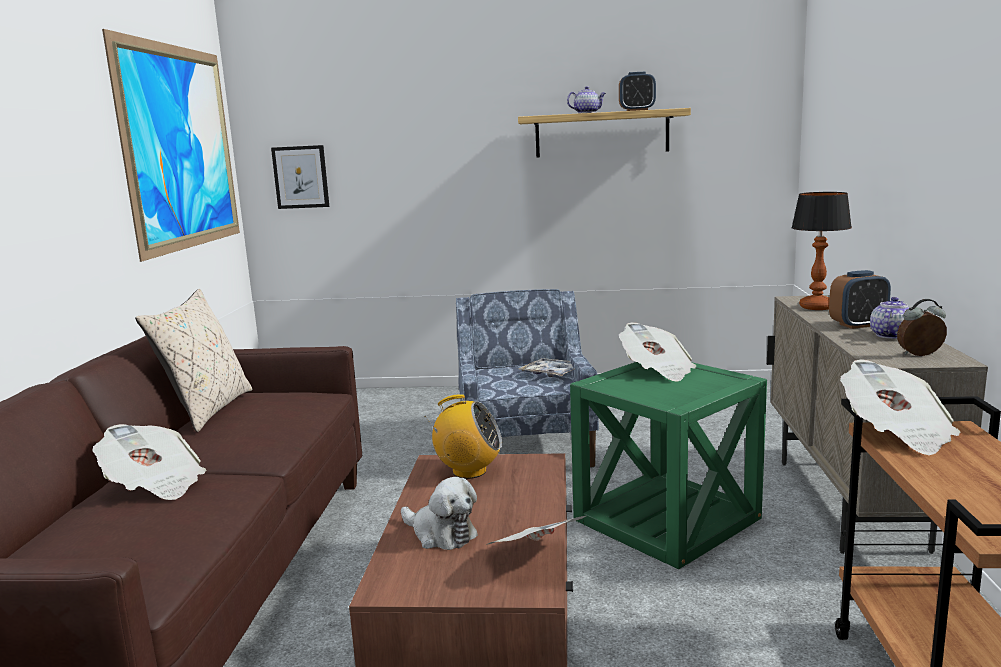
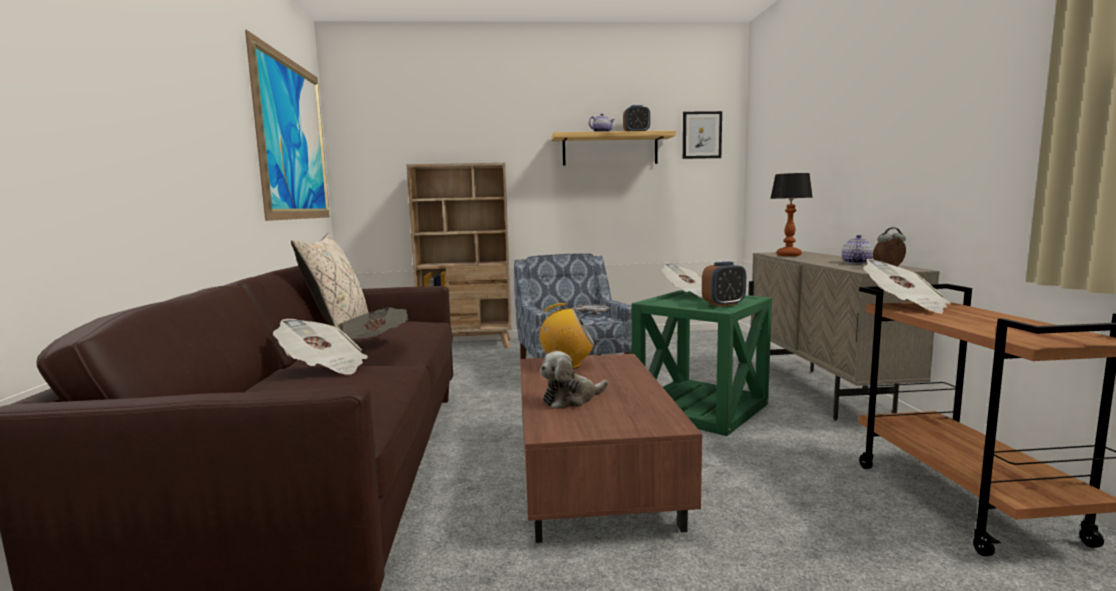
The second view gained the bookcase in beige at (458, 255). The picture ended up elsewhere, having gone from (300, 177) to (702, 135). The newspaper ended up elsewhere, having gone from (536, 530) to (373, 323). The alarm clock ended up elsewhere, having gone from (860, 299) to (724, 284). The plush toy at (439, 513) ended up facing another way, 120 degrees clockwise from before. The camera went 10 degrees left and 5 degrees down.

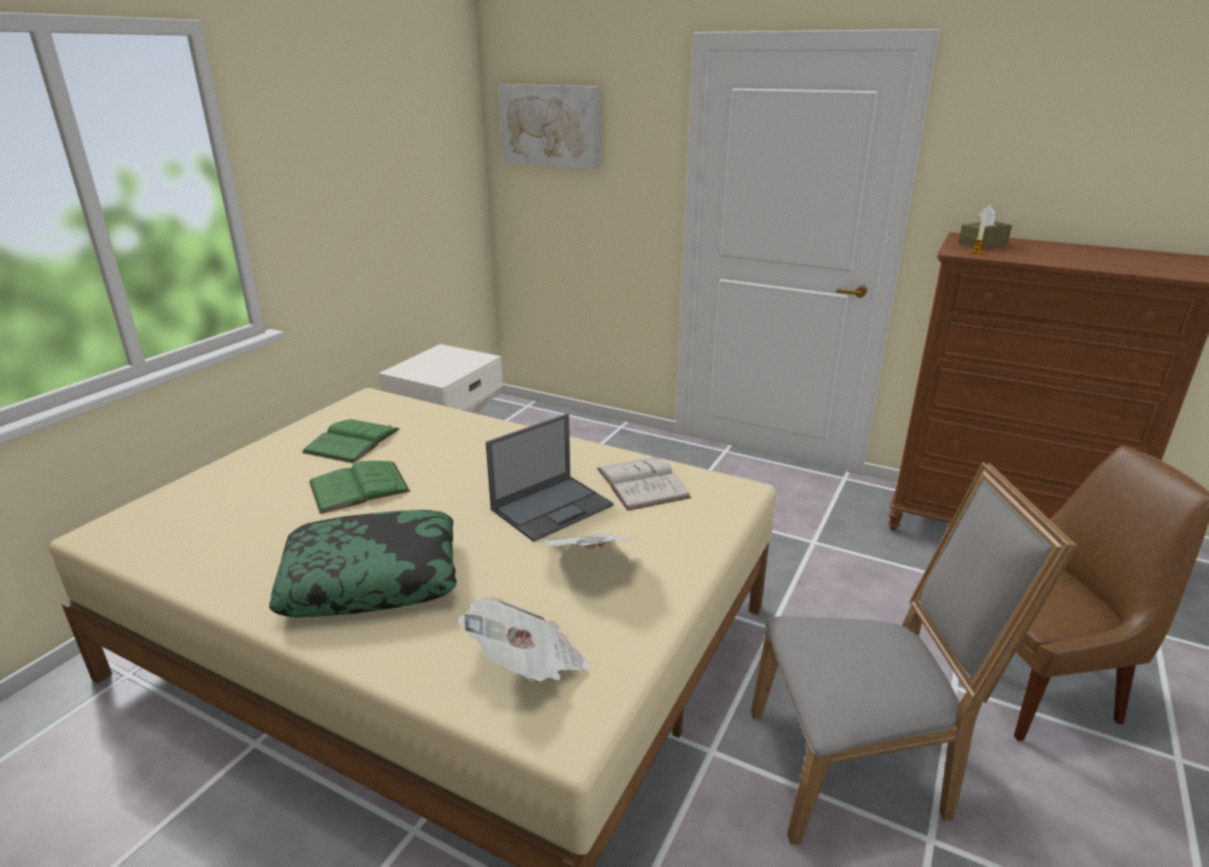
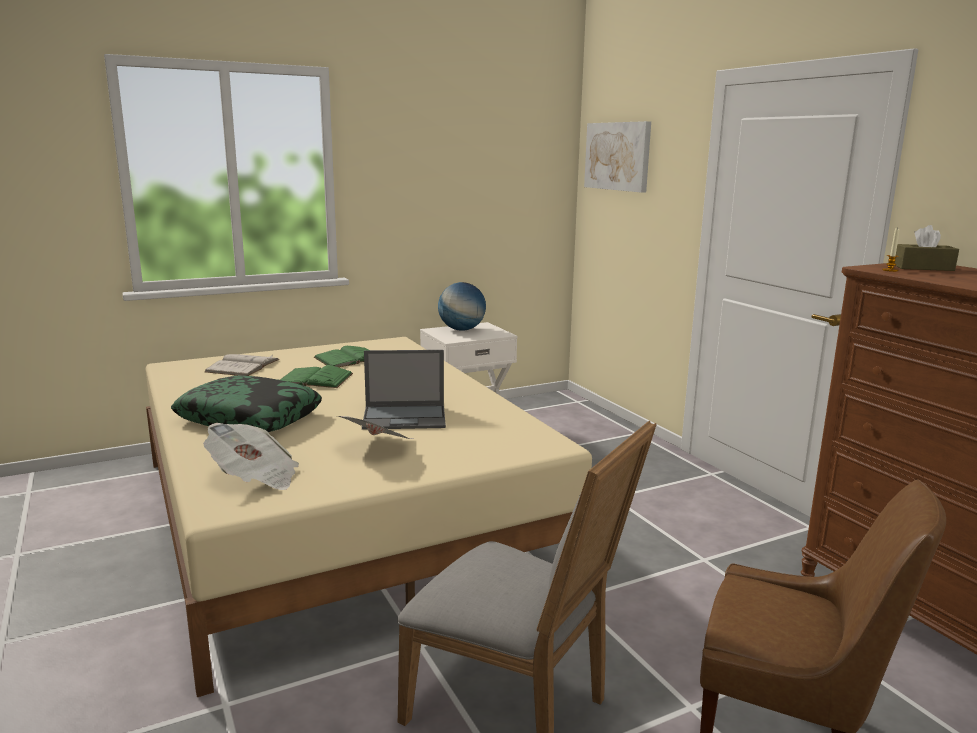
The second view gained the globe at (462, 306). The book in white ended up elsewhere, having gone from (644, 482) to (242, 365). The camera went 35 degrees right and 10 degrees down.

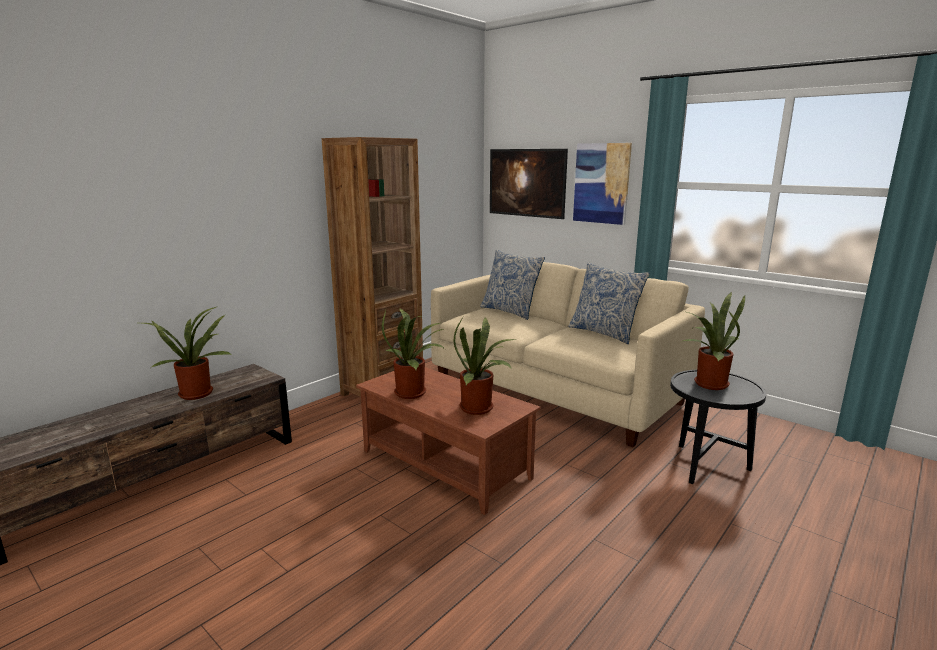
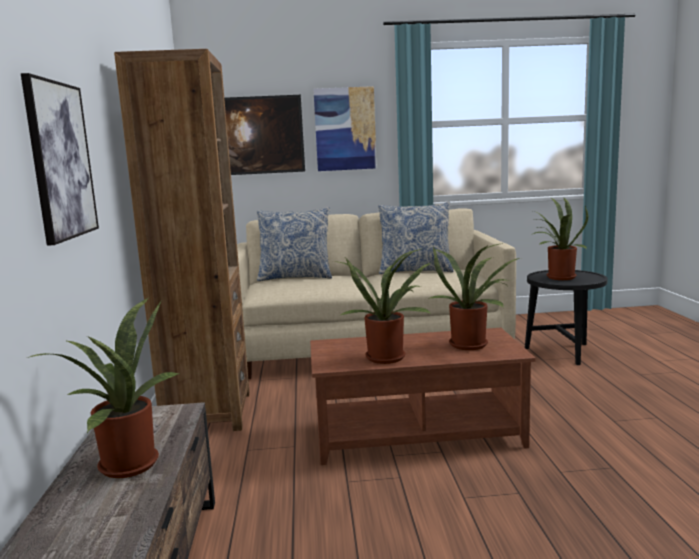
The second view gained the picture at (60, 159). The camera went 45 degrees left and 5 degrees down.

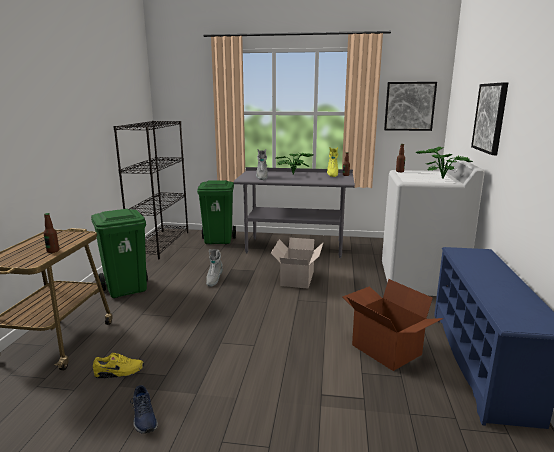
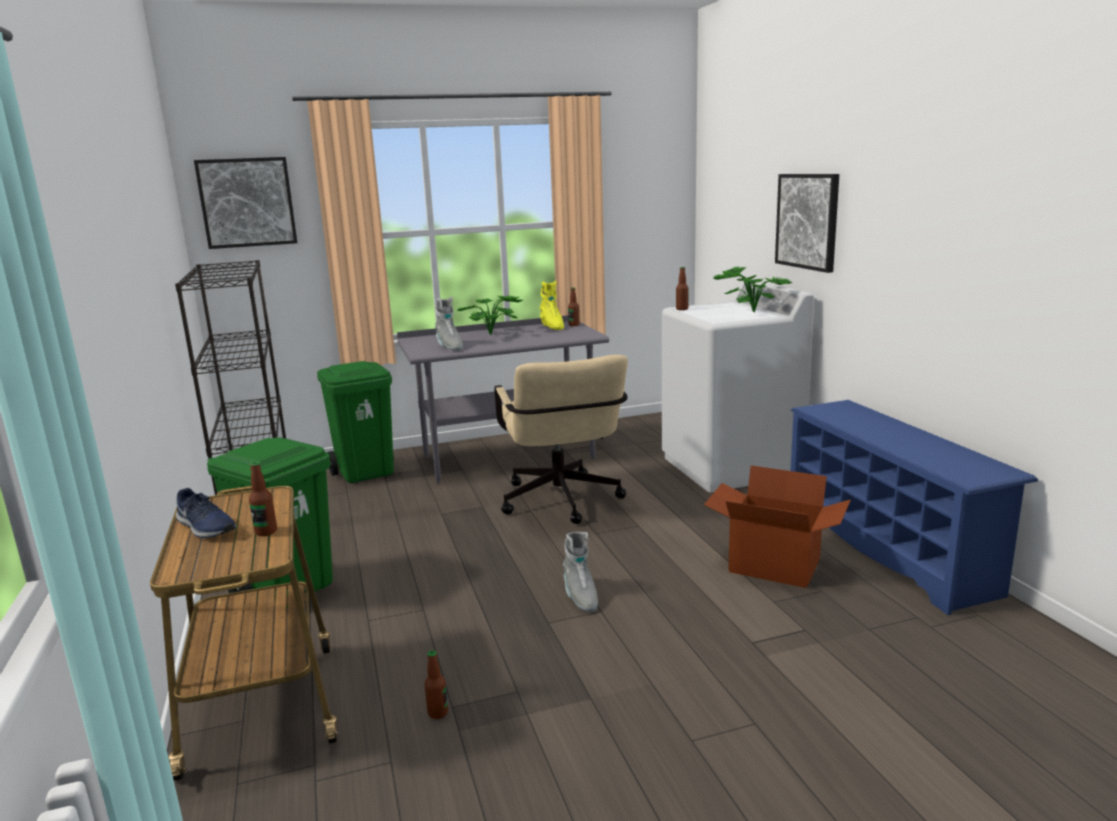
The shoe in blue ended up elsewhere, having gone from (144, 409) to (206, 513). The boot in grey ended up elsewhere, having gone from (214, 268) to (580, 572). The picture ended up elsewhere, having gone from (410, 106) to (245, 203). Where the shoe in yellow stood at (118, 365), the bottle came to stand at (436, 684). Where the cardboard box stood at (297, 263), the office chair in beige came to stand at (561, 439). The camera went 25 degrees left and 0 degrees up.

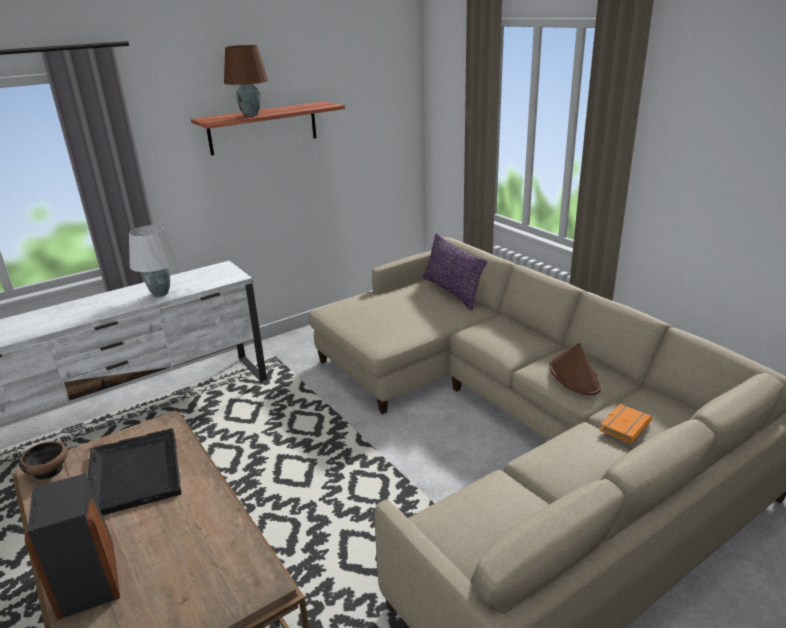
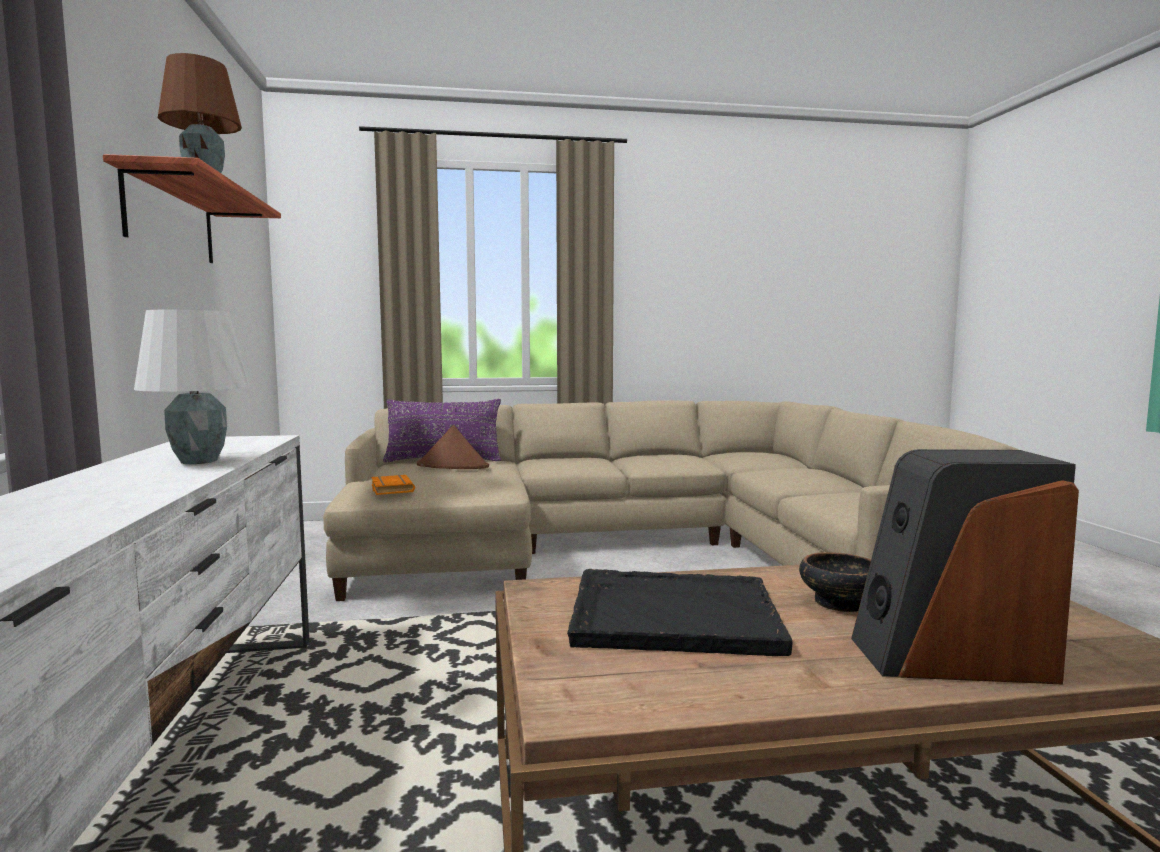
The bowl ended up elsewhere, having gone from (43, 460) to (835, 582). The hat in brown ended up elsewhere, having gone from (575, 368) to (453, 447). The book in orange ended up elsewhere, having gone from (626, 423) to (393, 485). The camera went 65 degrees left and 20 degrees down.

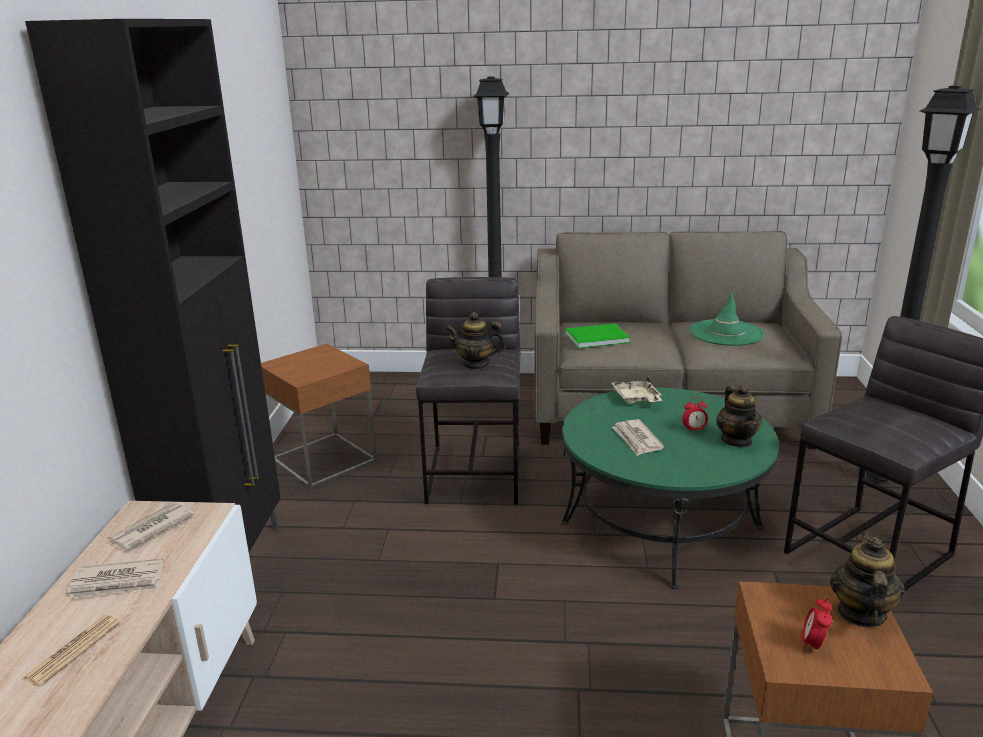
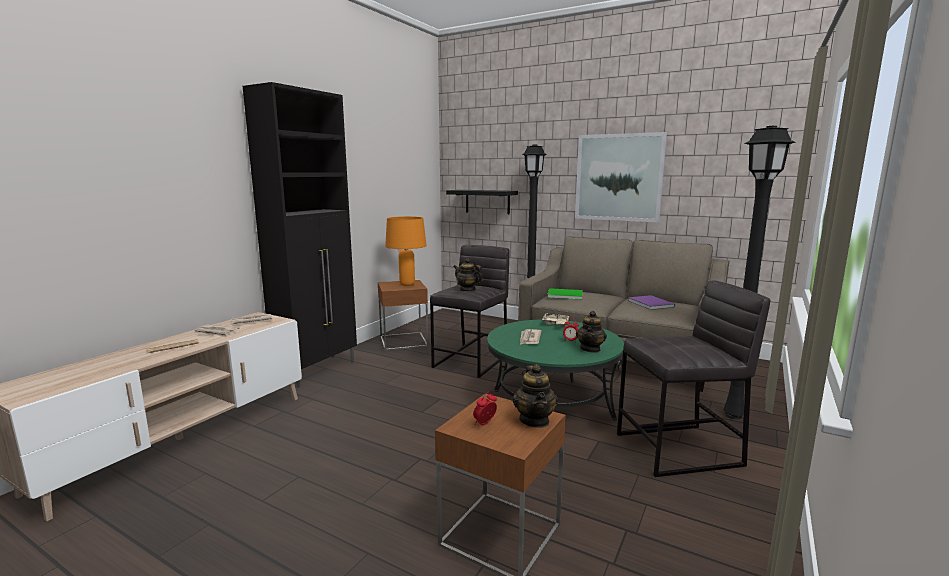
The second view gained the table lamp in orange at (406, 251). The second view gained the shelf in black at (482, 202). The second view gained the picture at (621, 177). Where the hat in green stood at (727, 318), the book in purple came to stand at (651, 302). The teapot at (867, 579) ended up facing another way, 135 degrees clockwise from before. The camera went 25 degrees right and 10 degrees down.

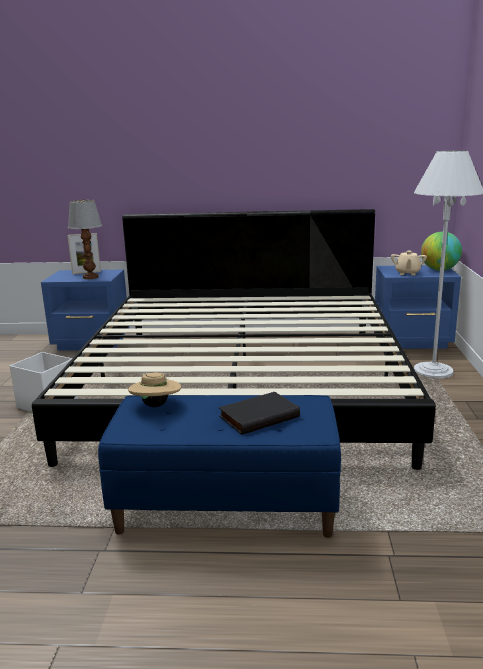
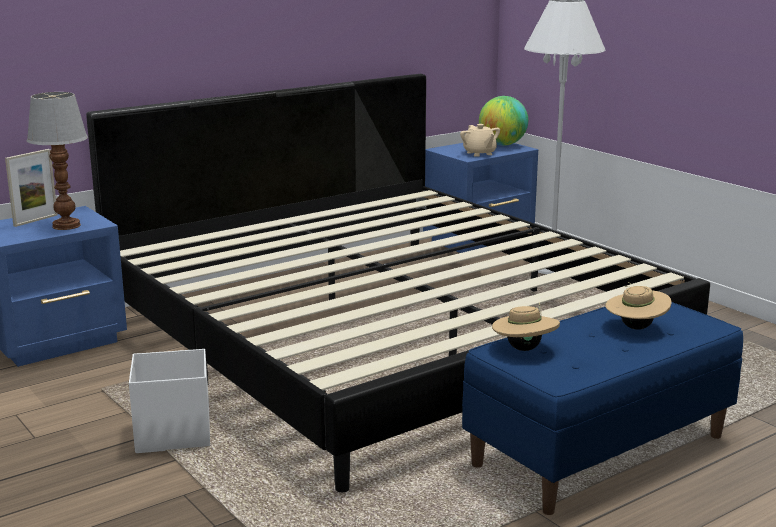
Where the book in black stood at (259, 413), the hat in beige came to stand at (638, 306). The camera went 40 degrees left and 0 degrees up.

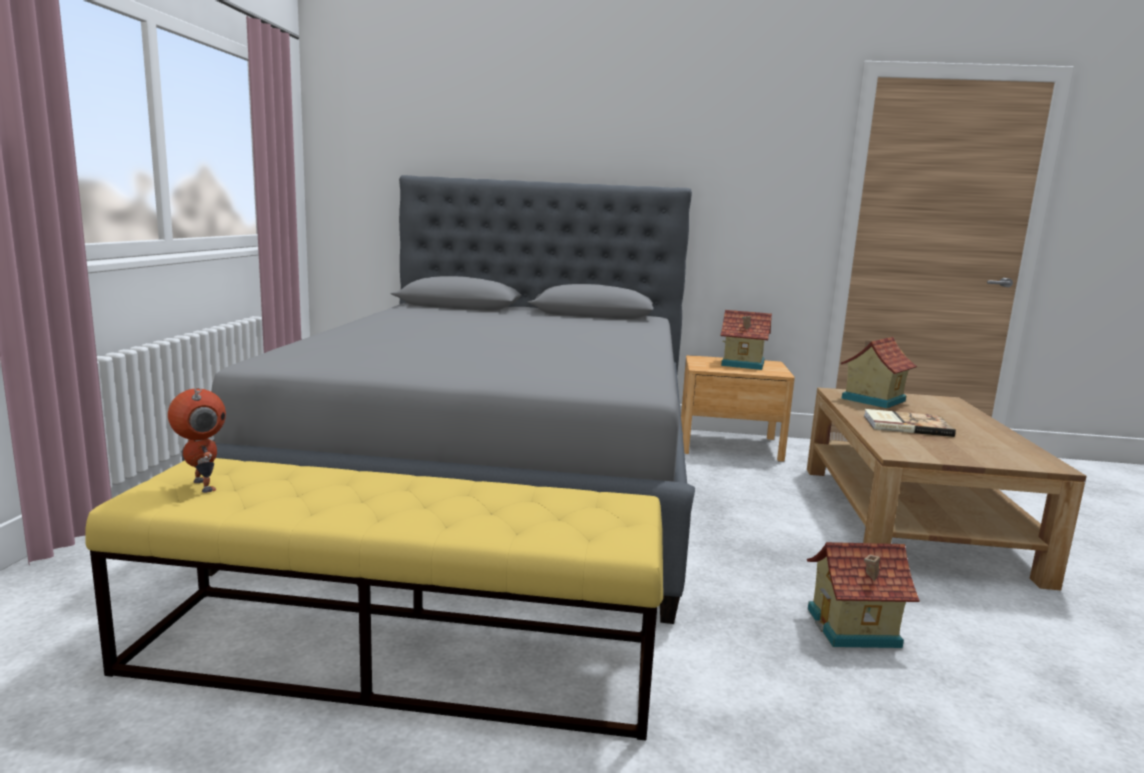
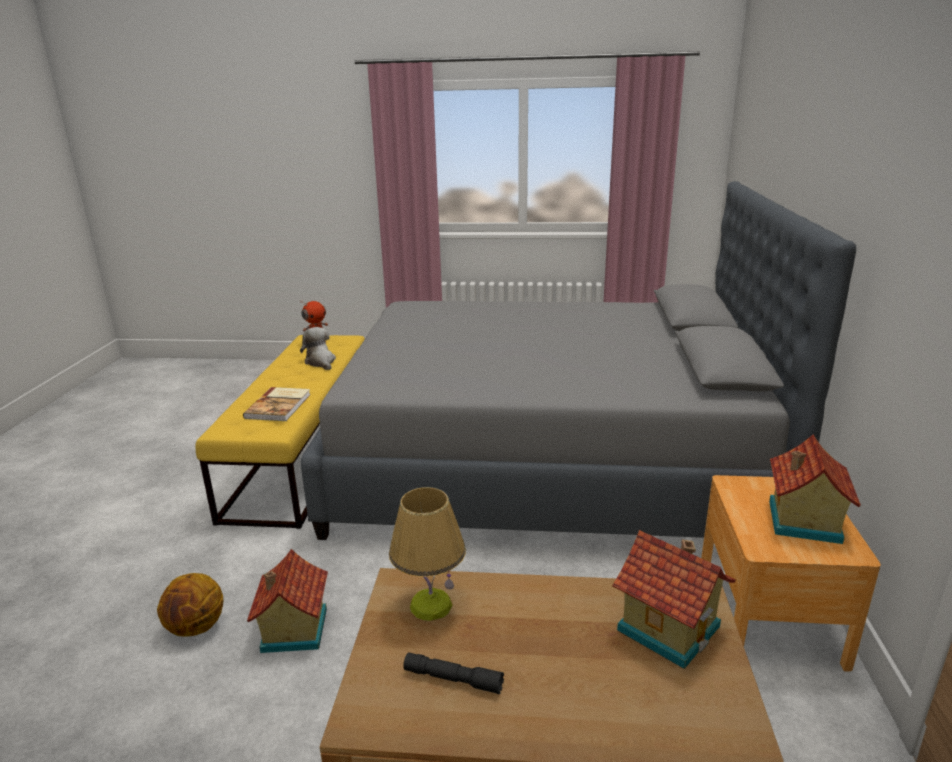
The second view gained the basketball at (190, 605). The second view gained the plush toy at (318, 348). The second view gained the table lamp at (427, 554). The second view gained the flashlight in black at (453, 673). The book ended up elsewhere, having gone from (910, 423) to (277, 404). The camera went 90 degrees right and 10 degrees up.

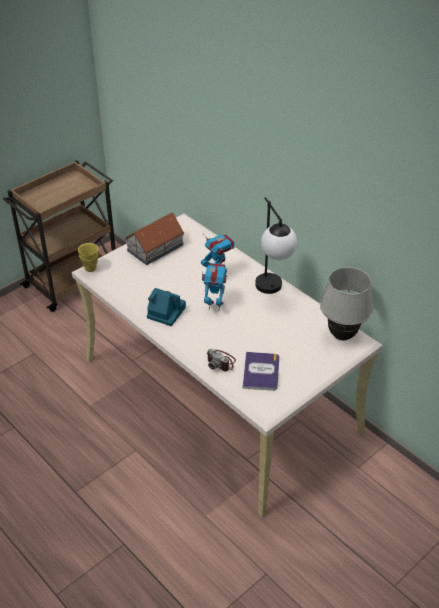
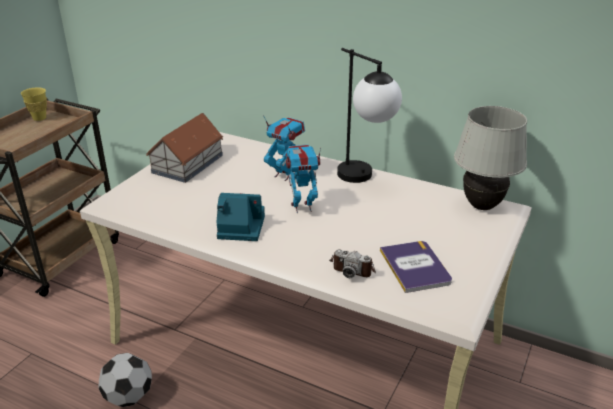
The second view gained the football at (125, 380). The cup in yellow ended up elsewhere, having gone from (88, 257) to (34, 104). The camera went 20 degrees left and 10 degrees down.

